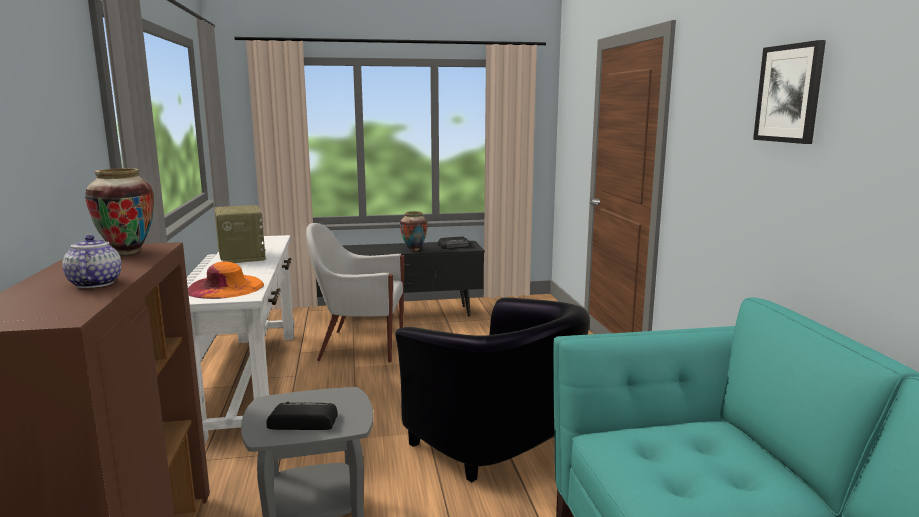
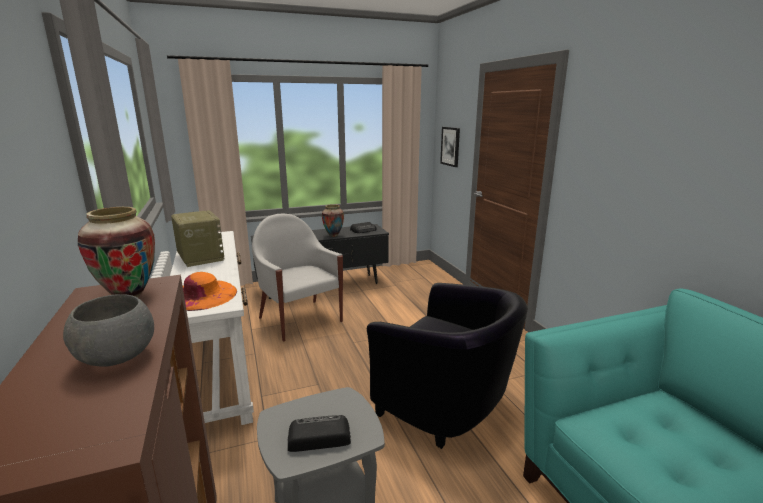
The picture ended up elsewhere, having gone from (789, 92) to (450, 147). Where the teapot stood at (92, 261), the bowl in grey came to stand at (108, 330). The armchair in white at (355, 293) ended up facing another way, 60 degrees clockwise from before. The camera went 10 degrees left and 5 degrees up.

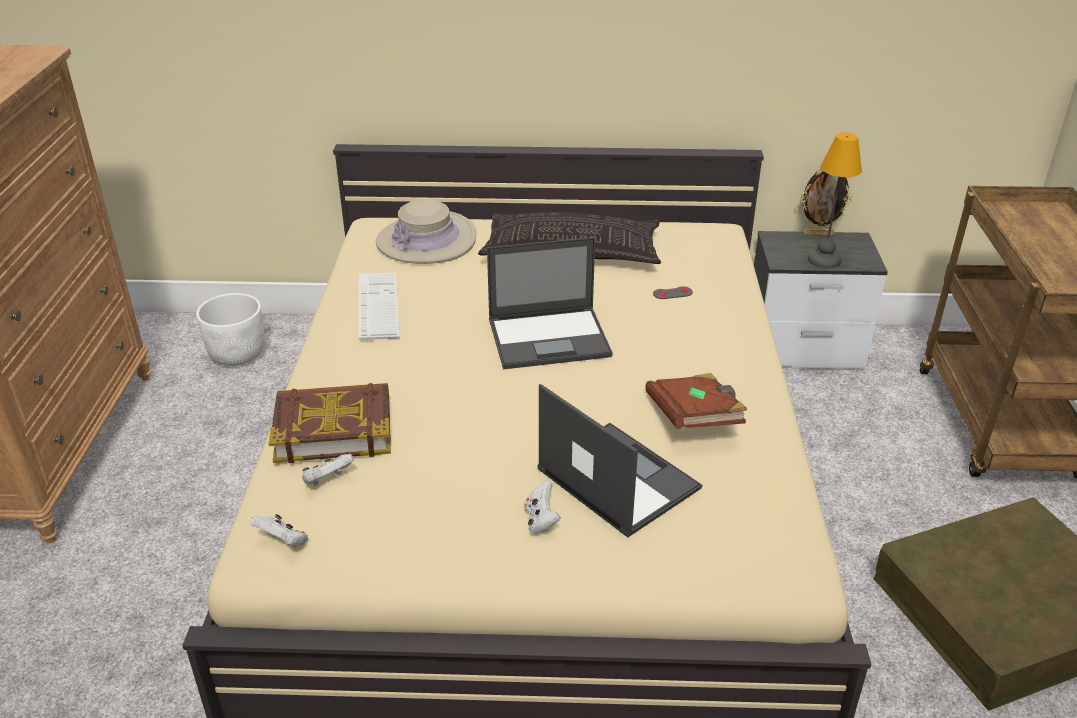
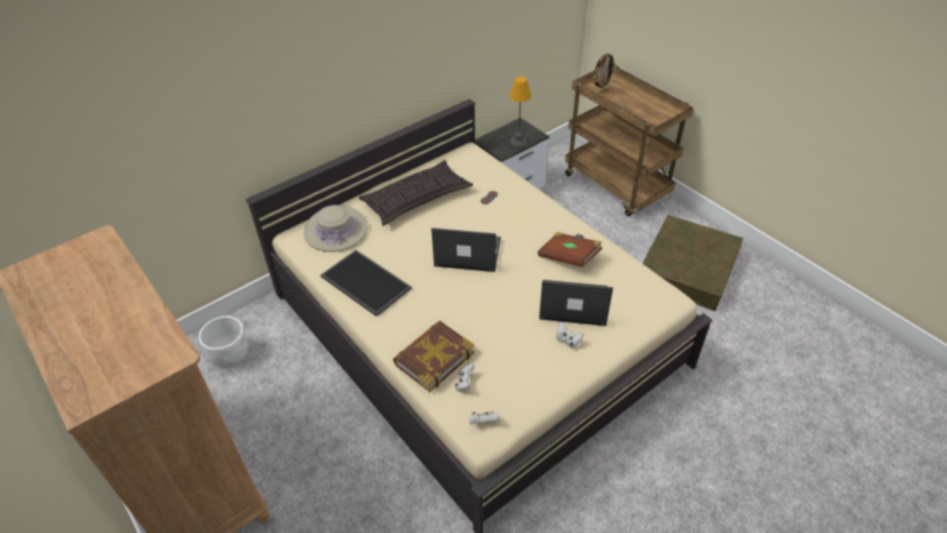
The picture frame ended up elsewhere, having gone from (826, 203) to (605, 73). Where the keyboard stood at (379, 306), the tray came to stand at (366, 283). The laptop at (550, 303) ended up facing another way, 120 degrees counterclockwise from before. The camera went 40 degrees left and 10 degrees up.

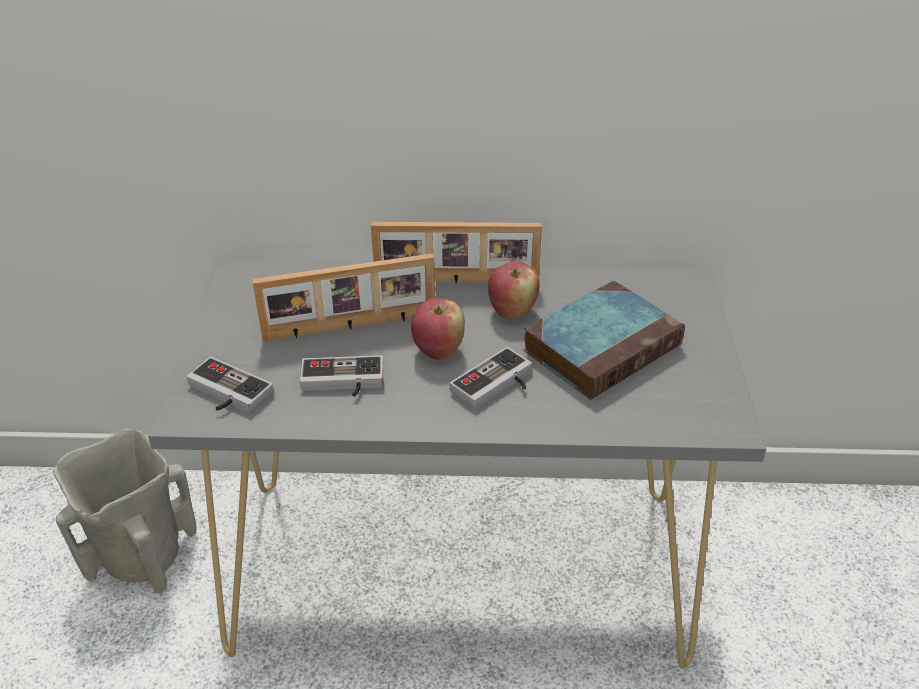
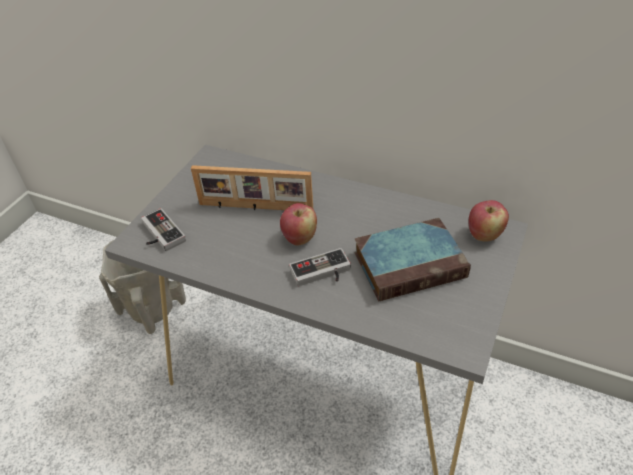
The second view lost the game controller at (341, 376). The second view lost the picture frame at (456, 253). The apple ended up elsewhere, having gone from (514, 290) to (488, 221). The camera went 25 degrees right and 5 degrees up.

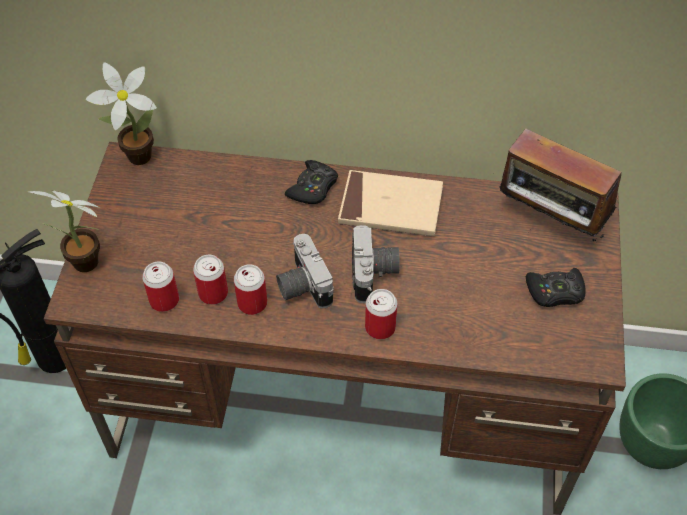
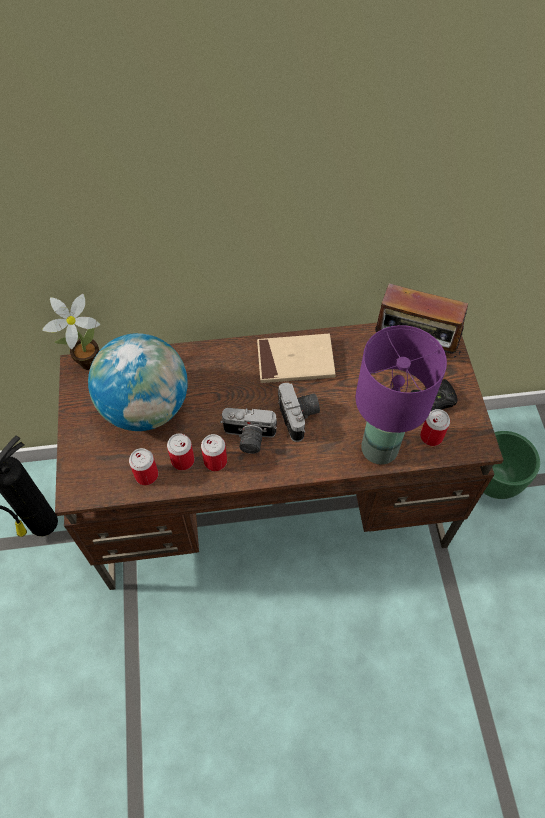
The second view lost the potted plant at (64, 231). The second view lost the game controller in black at (311, 182). The second view gained the globe at (138, 382). The second view gained the table lamp in purple at (401, 395). The can ended up elsewhere, having gone from (381, 314) to (435, 427). The photo camera at (305, 271) ended up facing another way, 45 degrees counterclockwise from before. The camera went 15 degrees left and 5 degrees up.

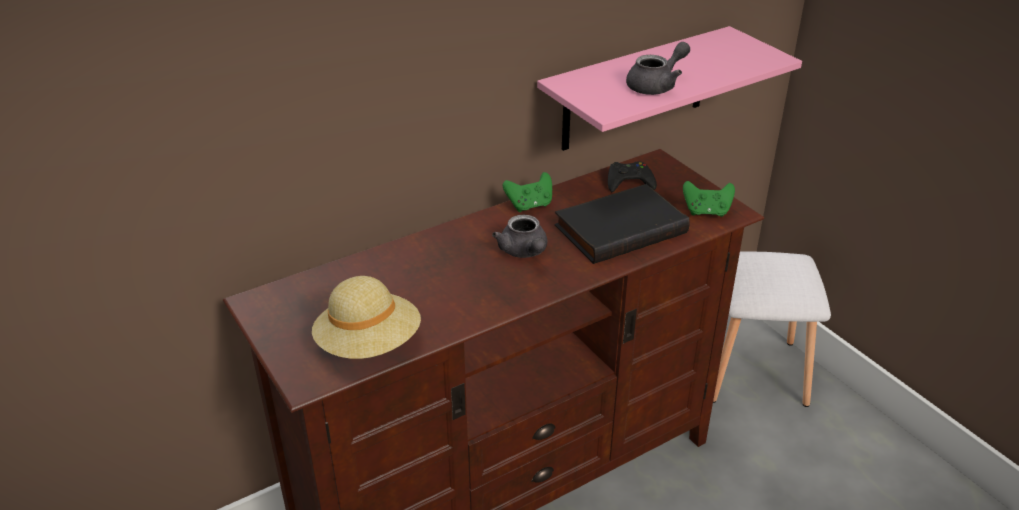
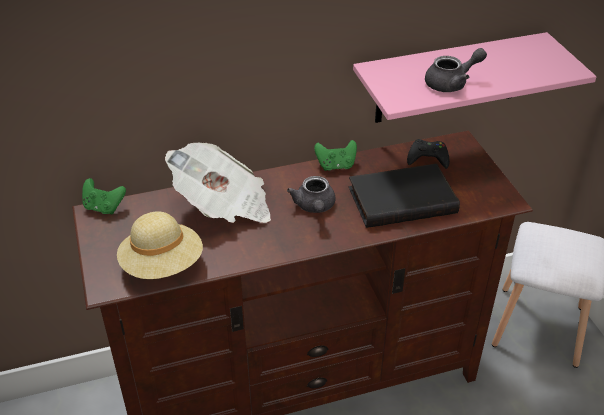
The second view gained the newspaper at (218, 183). The game controller in green ended up elsewhere, having gone from (709, 199) to (104, 196). The camera went 15 degrees right and 5 degrees up.

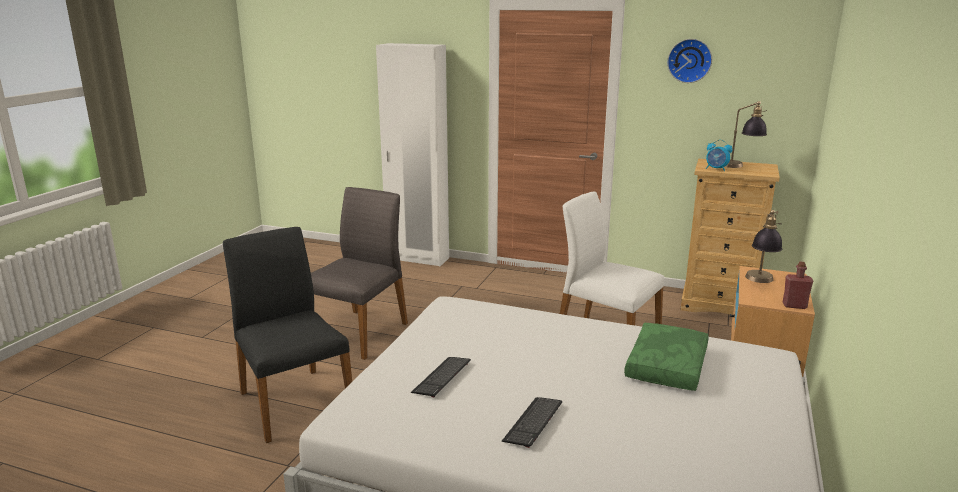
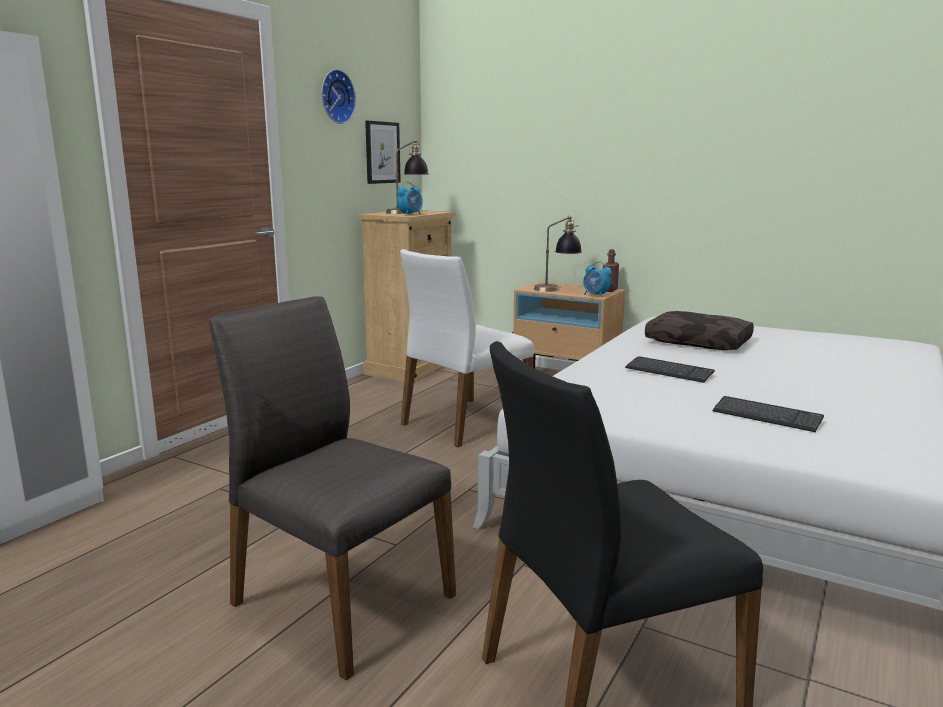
The second view gained the picture at (383, 152). The second view gained the alarm clock at (597, 279). The keyboard ended up elsewhere, having gone from (532, 422) to (670, 369). What was the pillow in green at (666, 357) turned into the pillow in brown at (699, 330). The camera went 80 degrees left and 5 degrees down.

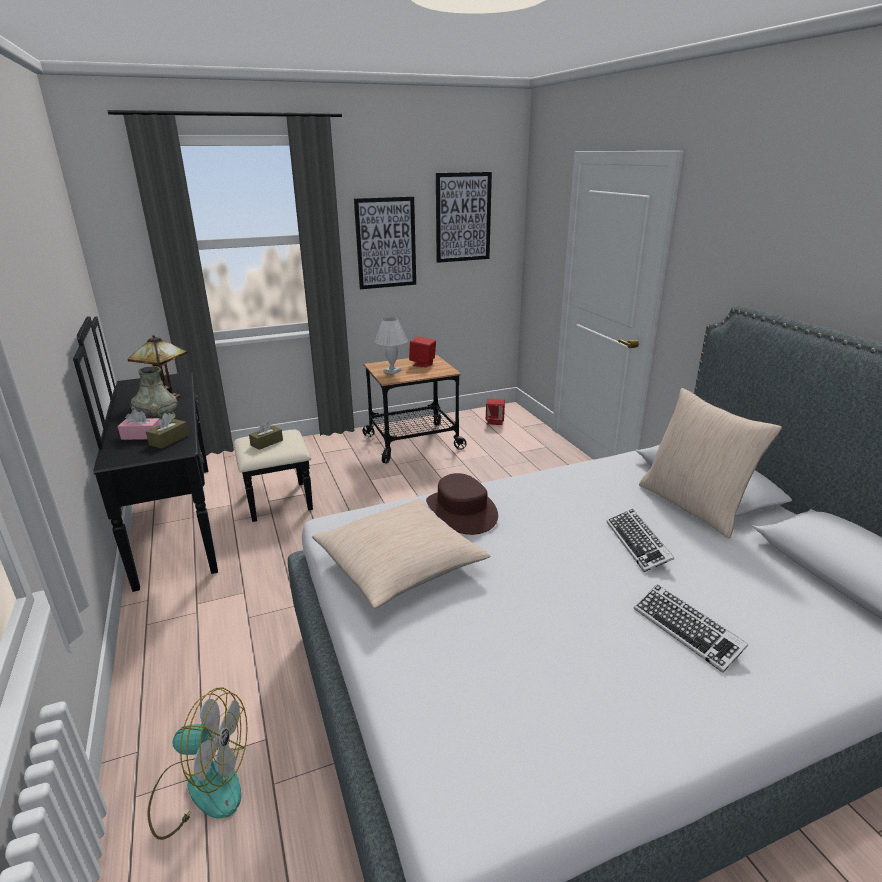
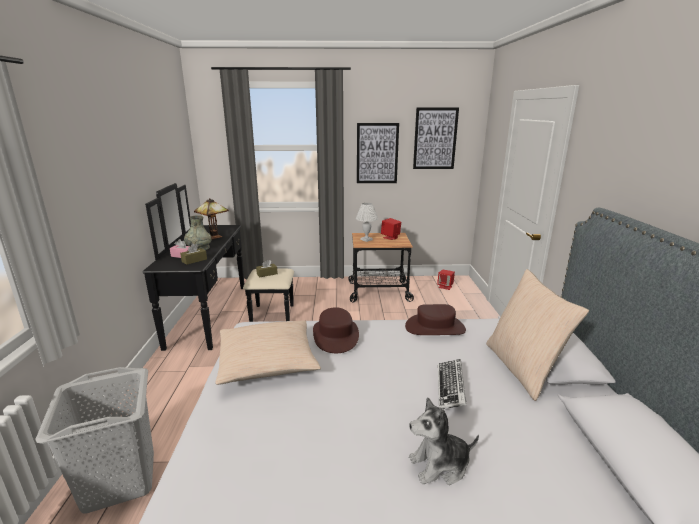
The second view gained the hat in brown at (435, 319). Where the fan stood at (197, 764), the laundry basket in grey came to stand at (94, 440). Where the keyboard stood at (691, 628), the plush toy came to stand at (444, 441). The camera went 20 degrees right and 5 degrees down.

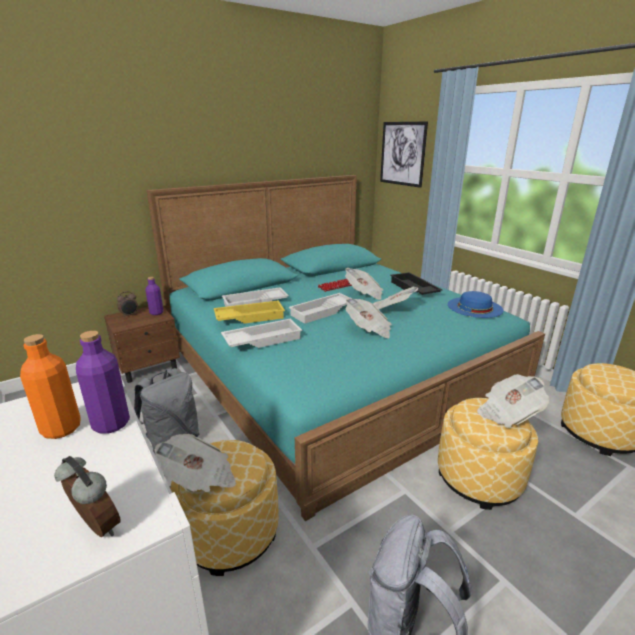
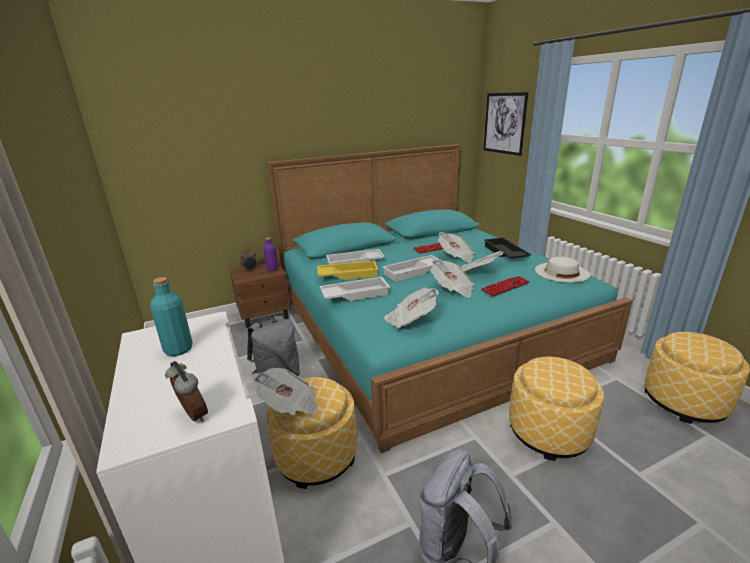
The second view lost the bottle in purple at (103, 382). The second view gained the keyboard at (505, 286). The newspaper ended up elsewhere, having gone from (513, 401) to (411, 307). What was the bottle in orange at (50, 386) turned into the bottle in turquoise at (171, 316). What was the hat in blue at (476, 304) turned into the hat in white at (562, 270). The camera went 10 degrees right and 0 degrees up.

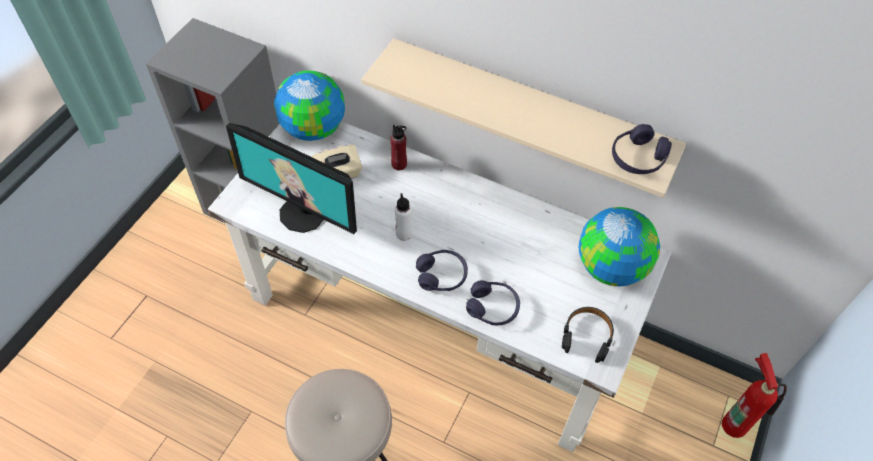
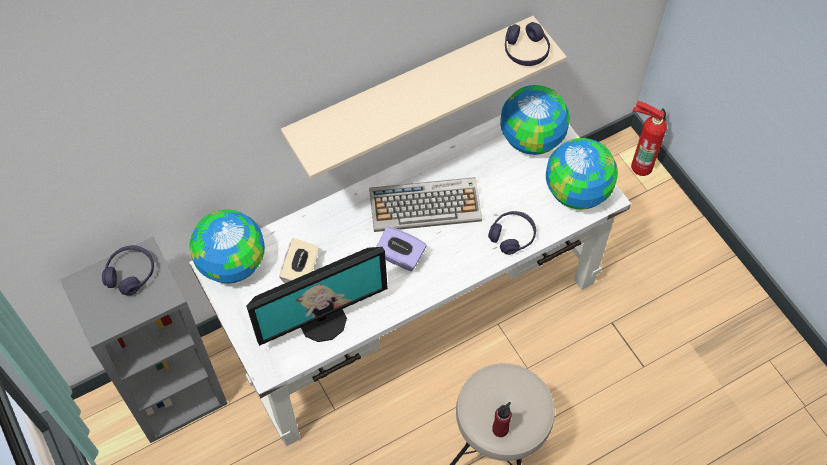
The second view gained the keyboard at (425, 204). The bottle in red ended up elsewhere, having gone from (398, 148) to (502, 419). The headphones in purple ended up elsewhere, having gone from (442, 270) to (128, 270). Where the bottle in white stood at (403, 217), the tissue box in purple came to stand at (401, 248). Where the headphones in black stood at (588, 335), the globe came to stand at (582, 174). The camera went 55 degrees left and 5 degrees up.

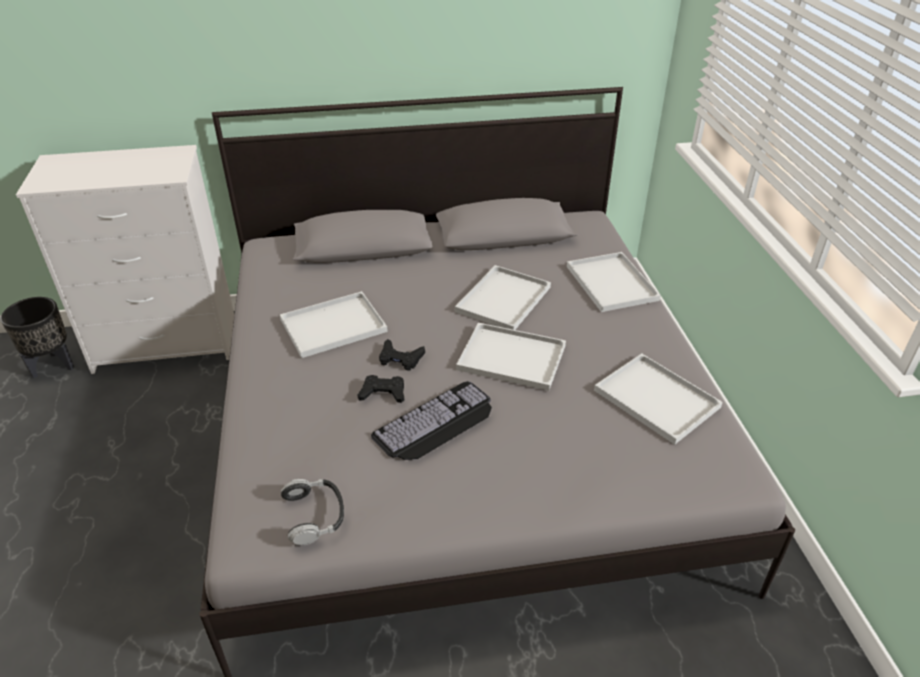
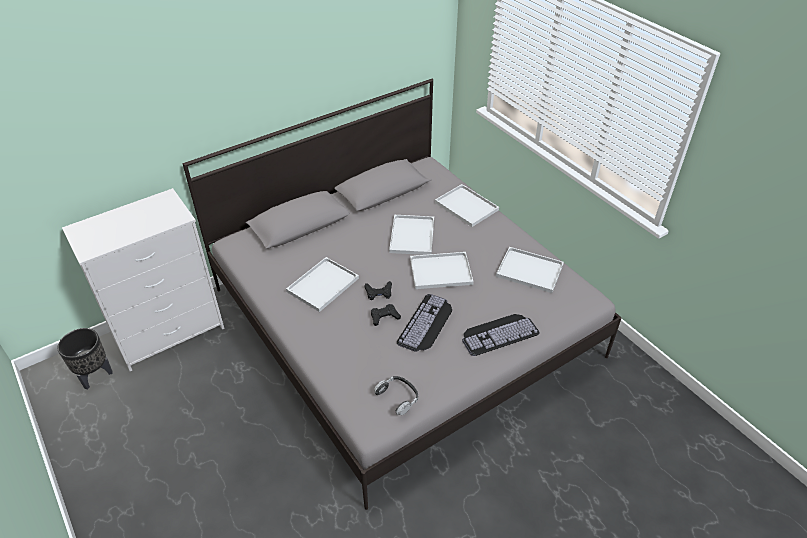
The second view gained the keyboard at (500, 335). The camera went 25 degrees left and 5 degrees up.

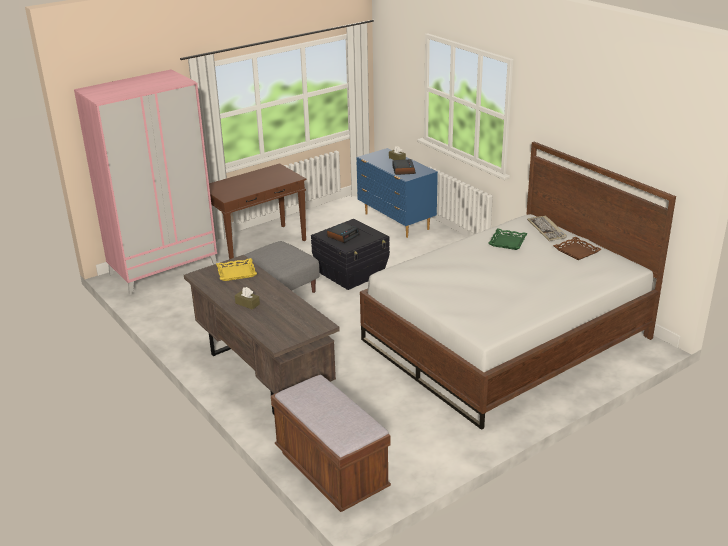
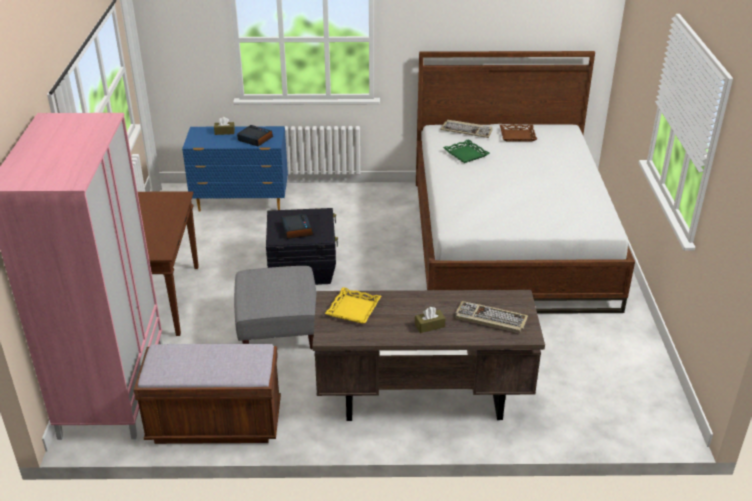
The second view gained the keyboard at (491, 317). The bench in brown ended up elsewhere, having gone from (331, 443) to (207, 394). The camera went 55 degrees left and 5 degrees up.

